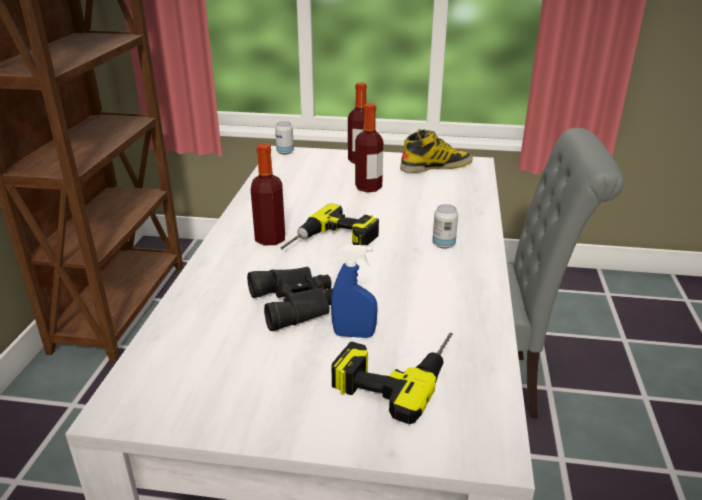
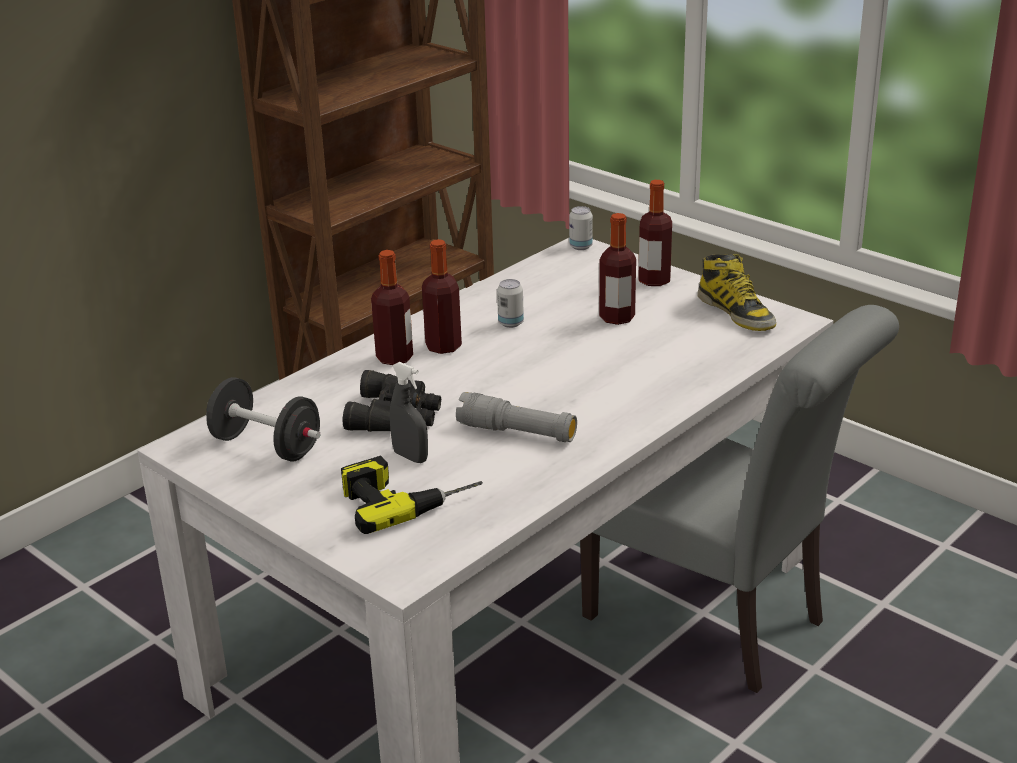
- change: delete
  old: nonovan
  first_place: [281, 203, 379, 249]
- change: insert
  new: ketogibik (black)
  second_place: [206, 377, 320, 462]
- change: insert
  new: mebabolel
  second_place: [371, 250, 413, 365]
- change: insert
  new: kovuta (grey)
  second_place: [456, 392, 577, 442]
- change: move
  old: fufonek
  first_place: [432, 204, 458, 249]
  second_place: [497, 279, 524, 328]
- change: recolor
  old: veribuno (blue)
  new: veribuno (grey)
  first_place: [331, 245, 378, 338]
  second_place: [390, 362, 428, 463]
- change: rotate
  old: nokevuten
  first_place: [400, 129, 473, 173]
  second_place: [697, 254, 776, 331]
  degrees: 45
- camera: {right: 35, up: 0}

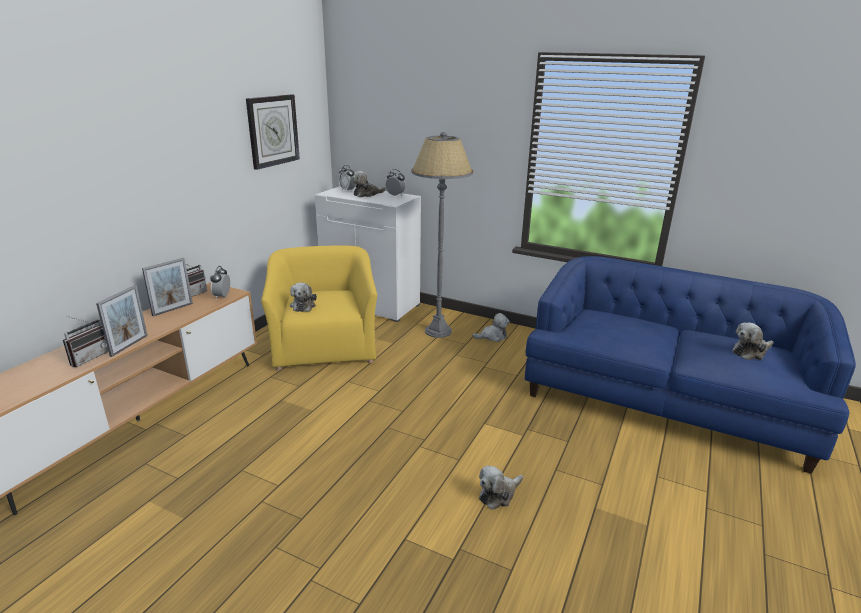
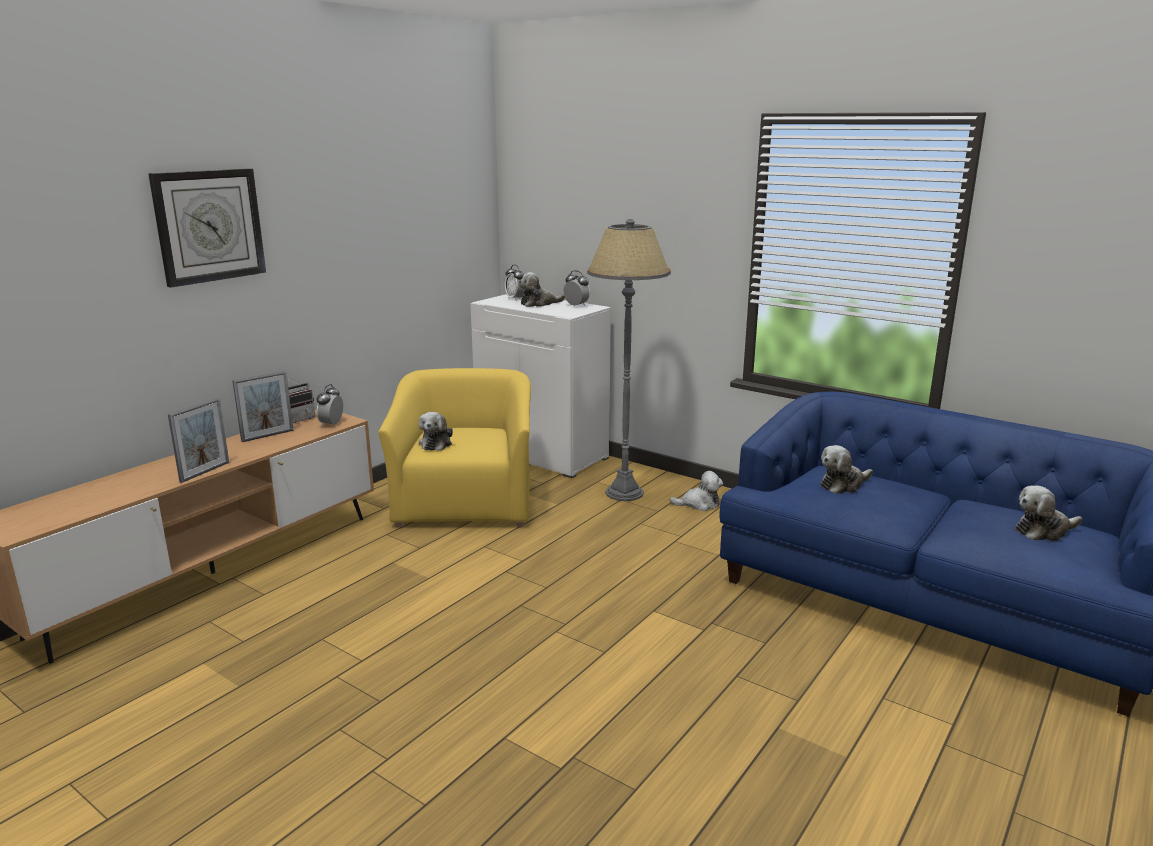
- change: delete
  old: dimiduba
  first_place: [63, 316, 109, 367]
- change: move
  old: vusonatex
  first_place: [246, 94, 300, 170]
  second_place: [148, 169, 266, 288]
- change: move
  old: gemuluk
  first_place: [479, 465, 523, 510]
  second_place: [820, 445, 873, 494]
- camera: {right: 10, up: -5}

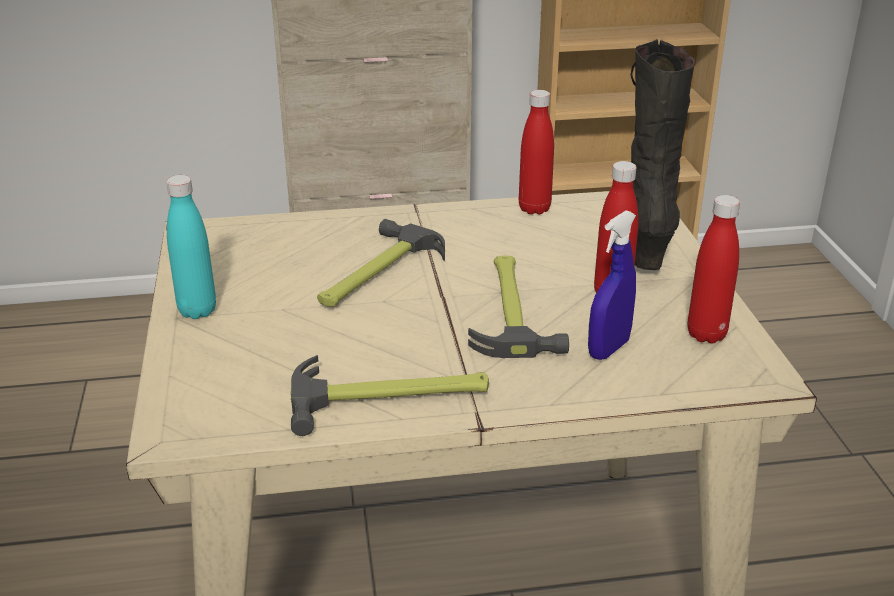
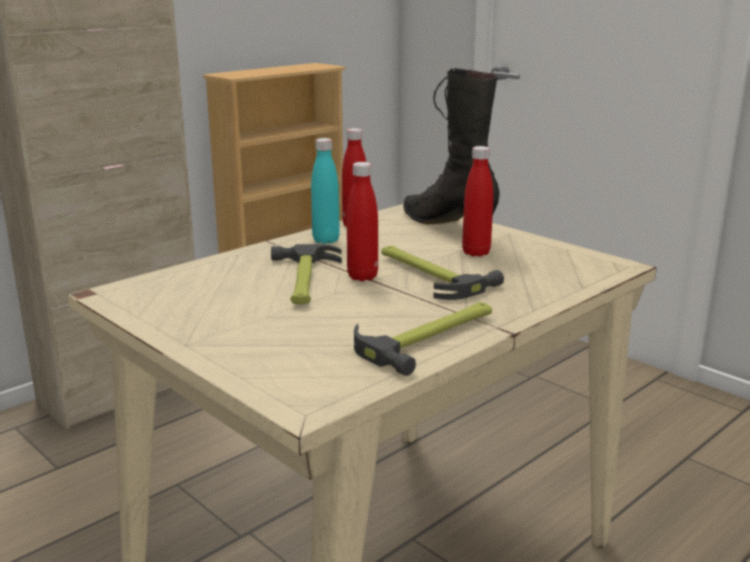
- change: delete
  old: veribuno (blue)
  first_place: [588, 210, 636, 360]
- change: move
  old: mebabolel (turquoise)
  first_place: [166, 175, 216, 319]
  second_place: [311, 138, 340, 244]
- change: move
  old: mebabolel (red)
  first_place: [687, 195, 740, 344]
  second_place: [347, 162, 378, 281]
- camera: {right: -35, up: -10}

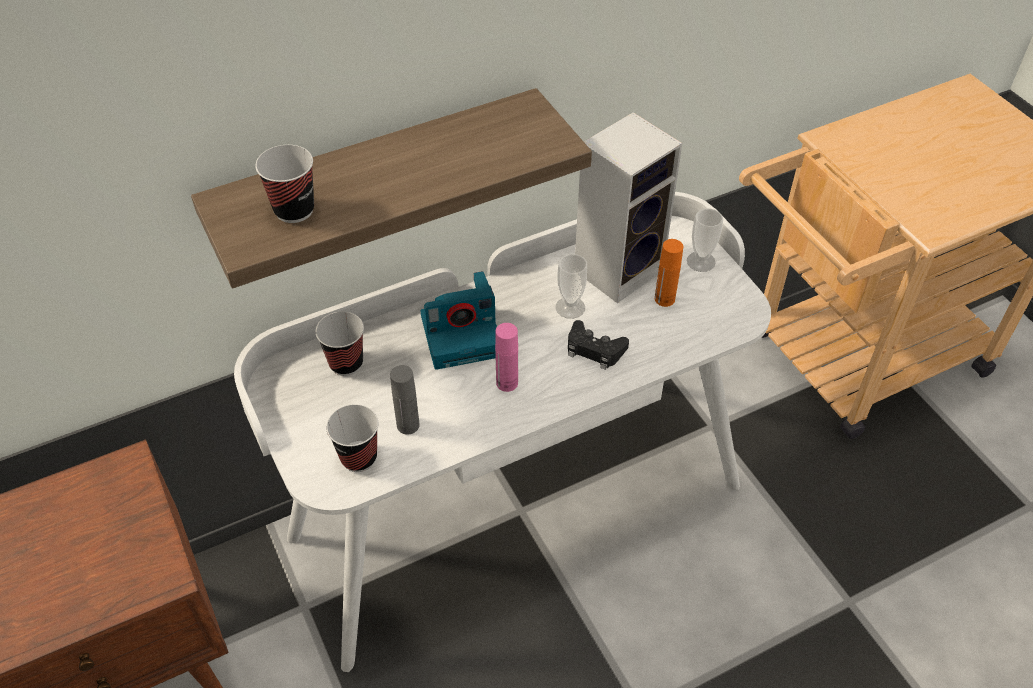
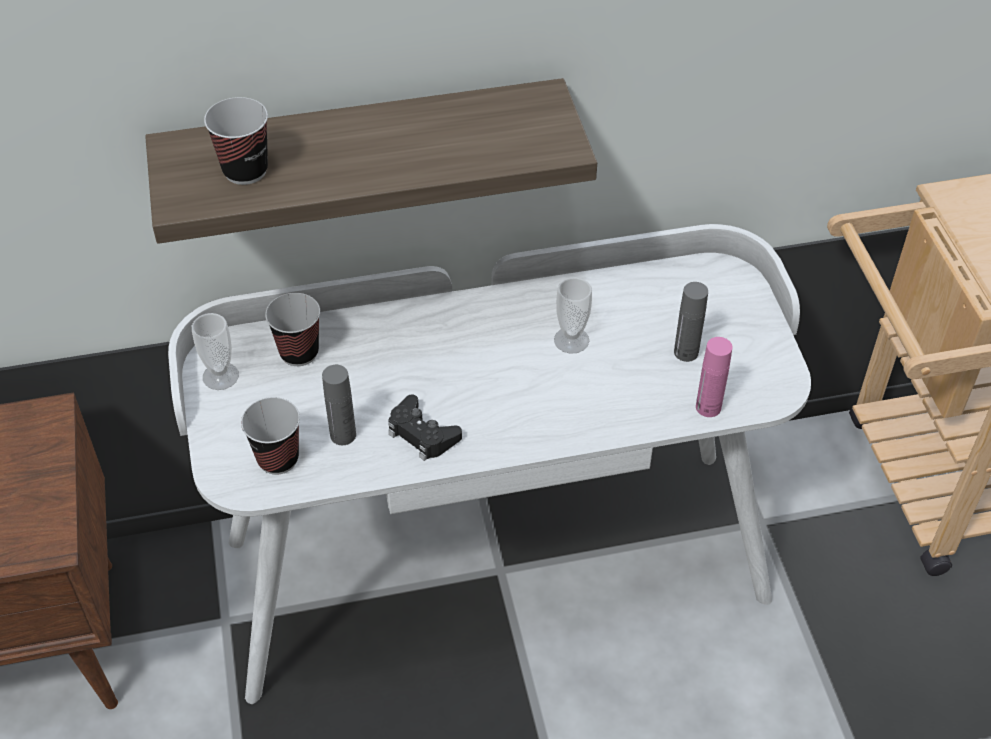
- change: delete
  old: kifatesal
  first_place: [421, 271, 497, 370]
- change: delete
  old: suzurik
  first_place: [575, 112, 682, 304]
- change: move
  old: mebabolel (pink)
  first_place: [495, 323, 518, 392]
  second_place: [696, 337, 733, 417]
- change: move
  old: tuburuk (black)
  first_place: [568, 320, 629, 370]
  second_place: [388, 394, 462, 461]
- change: move
  old: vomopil
  first_place: [687, 209, 723, 272]
  second_place: [192, 313, 239, 390]
- change: recolor
  old: mebabolel (orange)
  new: mebabolel (grey)
  first_place: [655, 239, 683, 307]
  second_place: [674, 282, 708, 362]
- camera: {right: 15, up: 0}

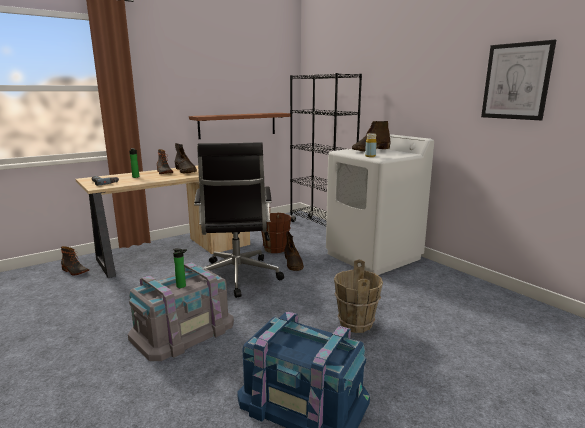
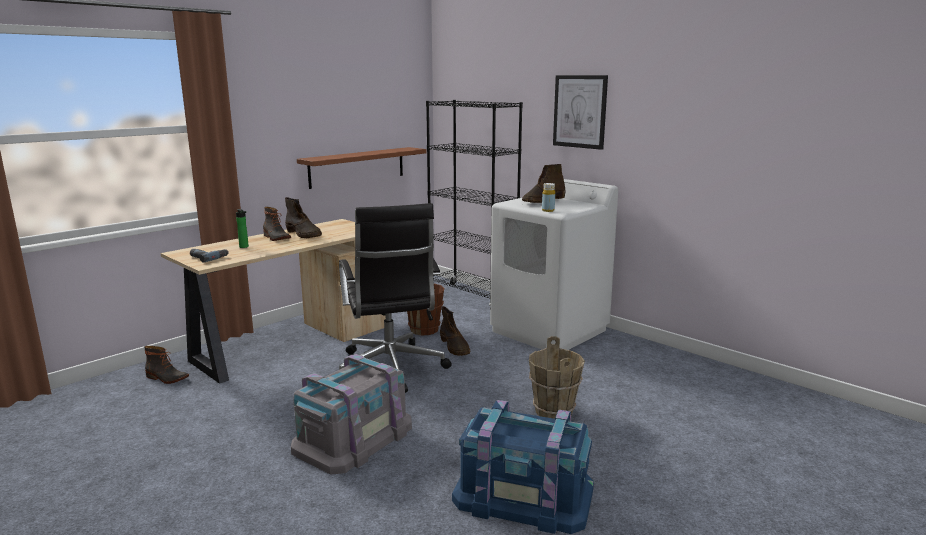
- change: delete
  old: mebabolel
  first_place: [173, 248, 187, 288]
- change: move
  old: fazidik
  first_place: [481, 40, 556, 120]
  second_place: [553, 75, 608, 150]
- camera: {right: -10, up: 0}

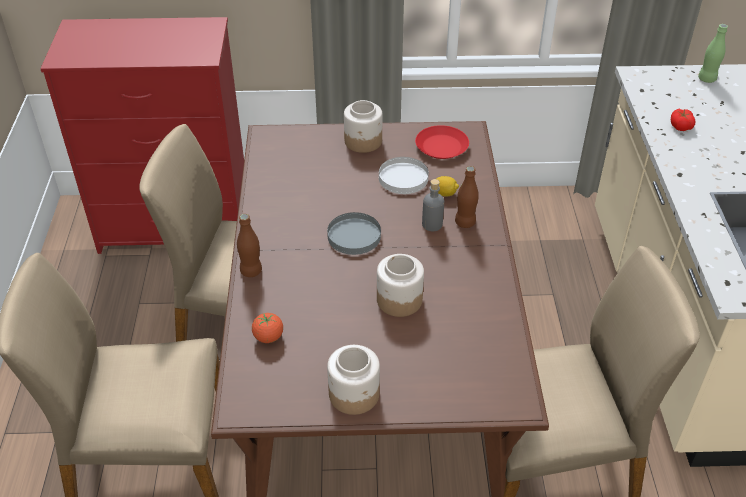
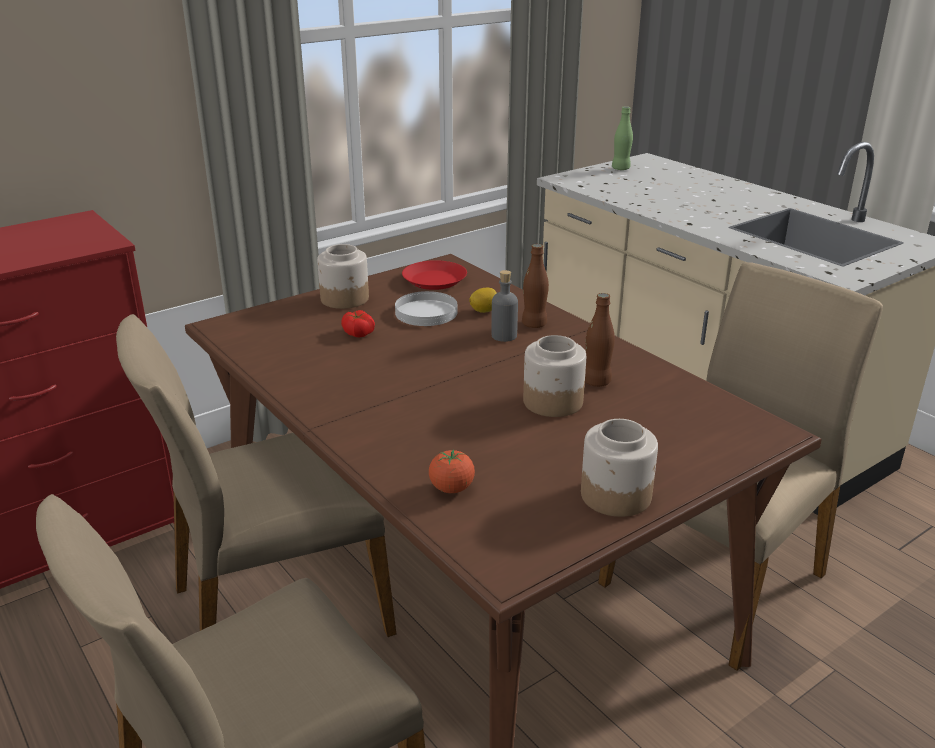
- change: delete
  old: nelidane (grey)
  first_place: [327, 212, 381, 255]
- change: move
  old: mebabolel (brown)
  first_place: [237, 214, 262, 277]
  second_place: [585, 293, 615, 387]
- change: move
  old: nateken
  first_place: [671, 109, 695, 131]
  second_place: [341, 310, 375, 337]
- camera: {right: -35, up: -15}

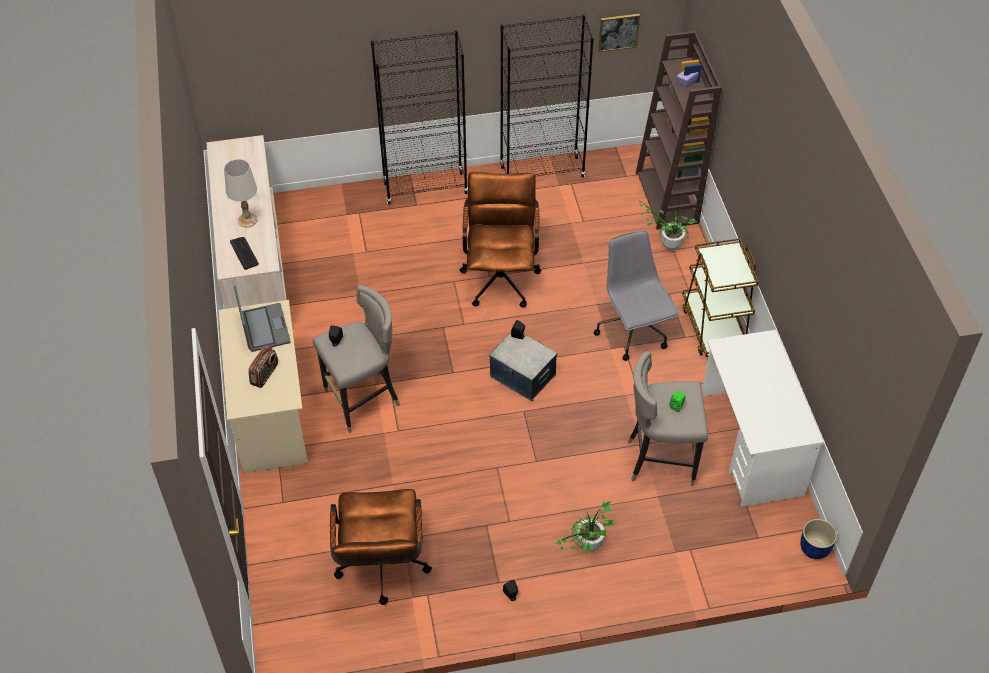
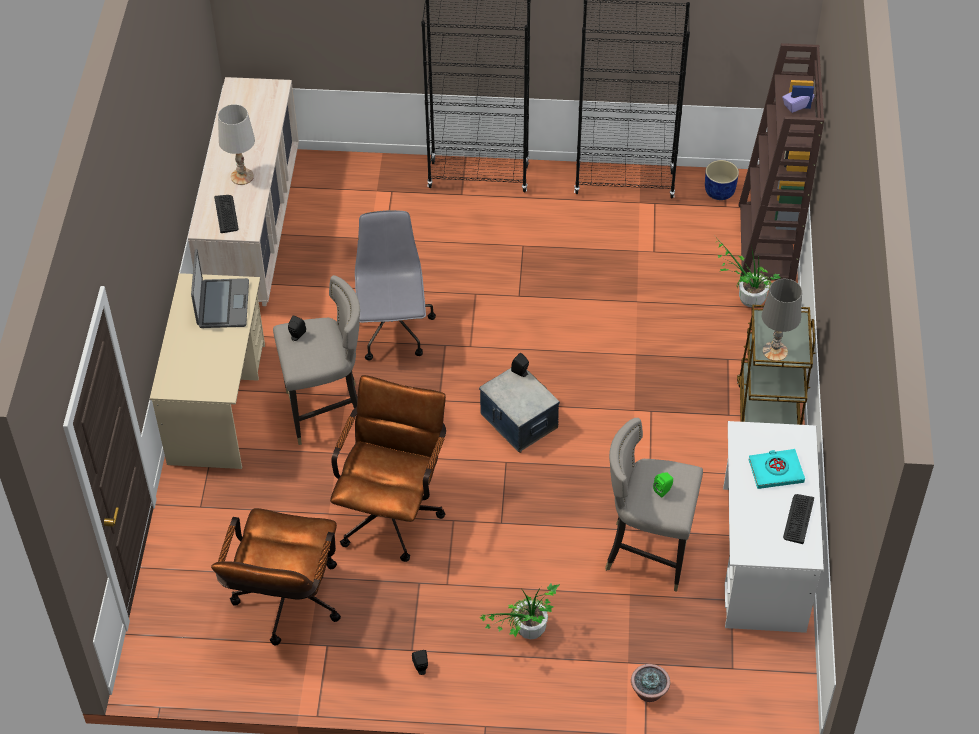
- change: delete
  old: dimiduba
  first_place: [248, 346, 278, 388]
- change: delete
  old: fazidik
  first_place: [598, 14, 640, 52]
- change: insert
  new: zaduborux
  second_place: [631, 664, 670, 702]
- change: insert
  new: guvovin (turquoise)
  second_place: [748, 449, 805, 489]
- change: insert
  new: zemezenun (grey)
  second_place: [762, 279, 802, 361]
- change: insert
  new: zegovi
  second_place: [783, 494, 814, 544]
- change: move
  old: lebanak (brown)
  first_place: [460, 172, 541, 307]
  second_place: [330, 375, 446, 562]
- change: move
  old: lebanak (grey)
  first_place: [594, 231, 679, 361]
  second_place: [355, 210, 436, 360]
- change: move
  old: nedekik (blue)
  first_place: [800, 519, 837, 559]
  second_place: [705, 160, 739, 200]
- camera: {right: 15, up: 0}

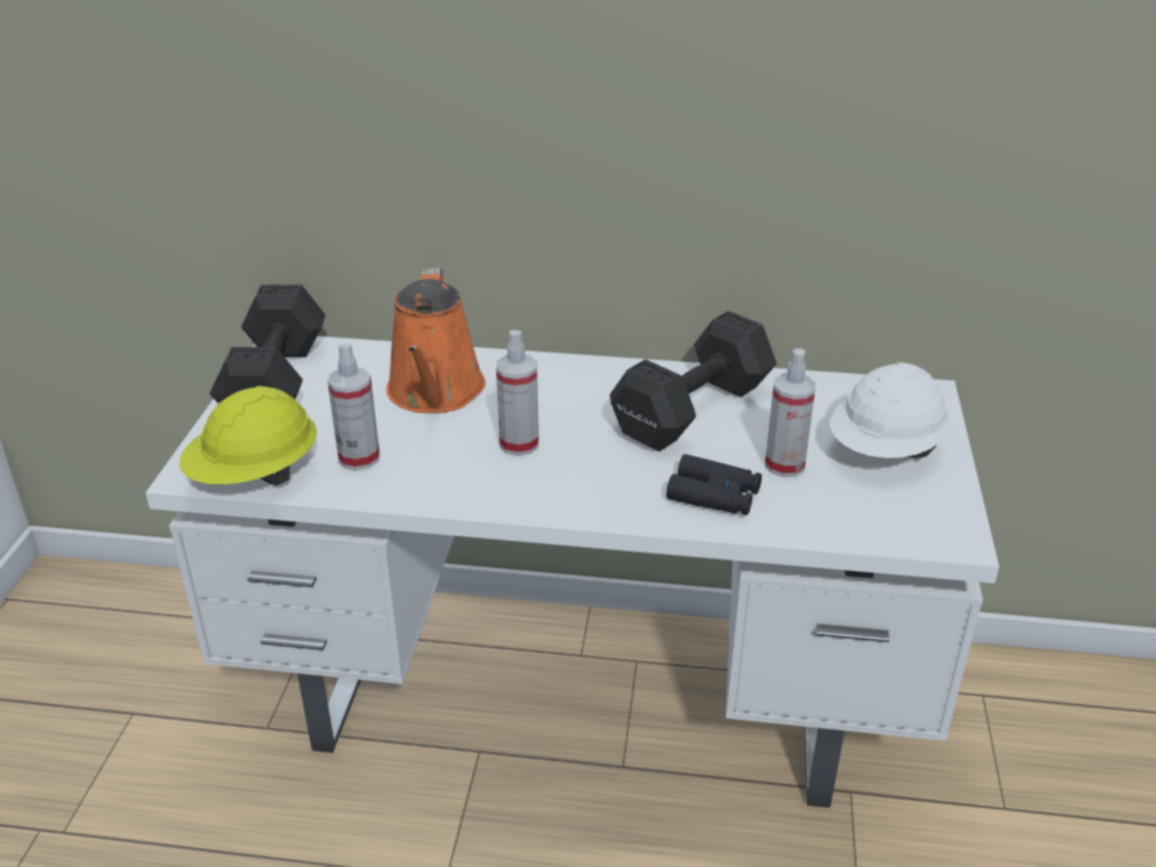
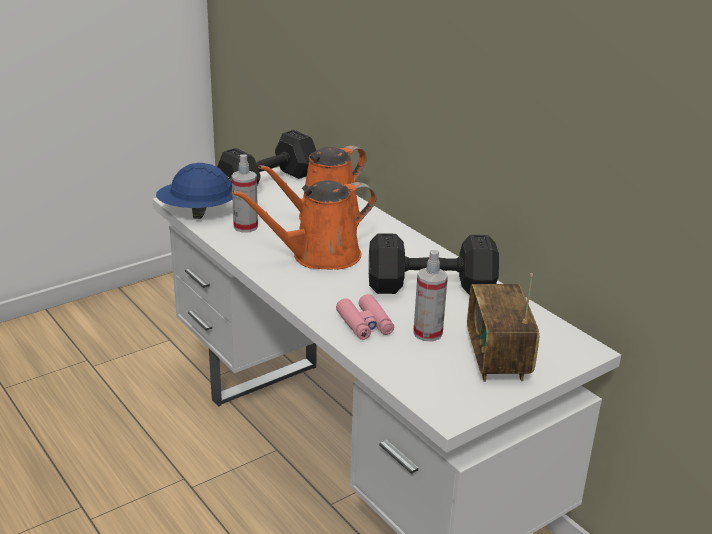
- change: replace
  old: veribuno
  new: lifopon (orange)
  first_place: [496, 330, 539, 456]
  second_place: [232, 180, 376, 270]
- change: replace
  old: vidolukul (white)
  new: dimiduba
  first_place: [830, 363, 950, 458]
  second_place: [467, 273, 539, 382]
- change: recolor
  old: vidolukul (yellow)
  new: vidolukul (blue)
  first_place: [180, 386, 317, 485]
  second_place: [156, 163, 232, 219]
- change: recolor
  old: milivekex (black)
  new: milivekex (pink)
  first_place: [666, 454, 762, 515]
  second_place: [336, 294, 394, 340]
- camera: {right: 45, up: -5}

